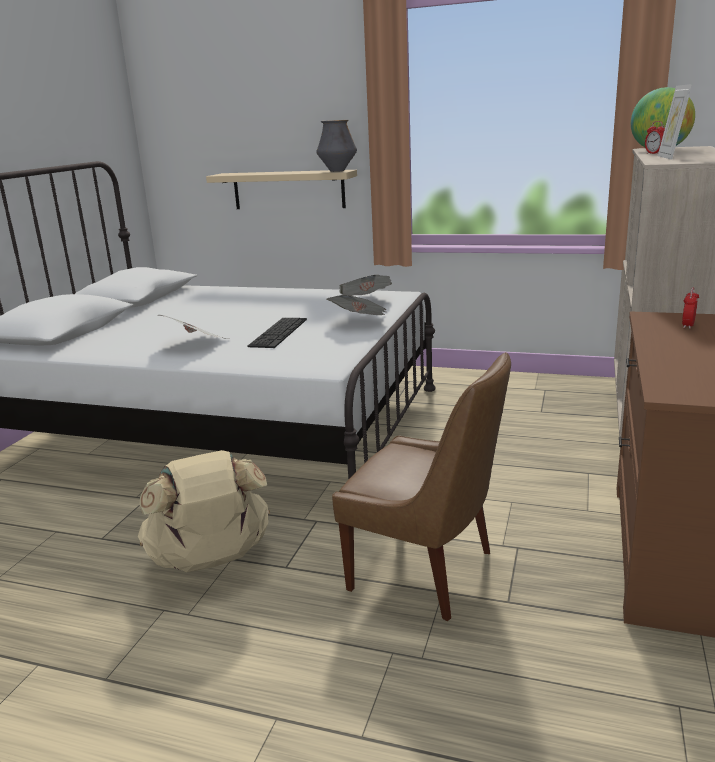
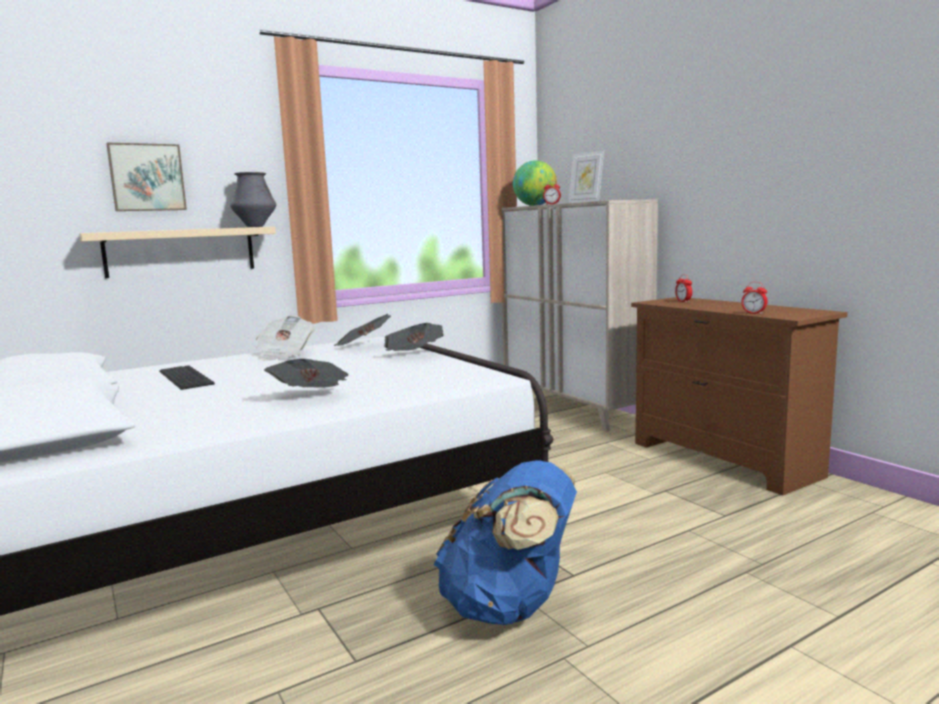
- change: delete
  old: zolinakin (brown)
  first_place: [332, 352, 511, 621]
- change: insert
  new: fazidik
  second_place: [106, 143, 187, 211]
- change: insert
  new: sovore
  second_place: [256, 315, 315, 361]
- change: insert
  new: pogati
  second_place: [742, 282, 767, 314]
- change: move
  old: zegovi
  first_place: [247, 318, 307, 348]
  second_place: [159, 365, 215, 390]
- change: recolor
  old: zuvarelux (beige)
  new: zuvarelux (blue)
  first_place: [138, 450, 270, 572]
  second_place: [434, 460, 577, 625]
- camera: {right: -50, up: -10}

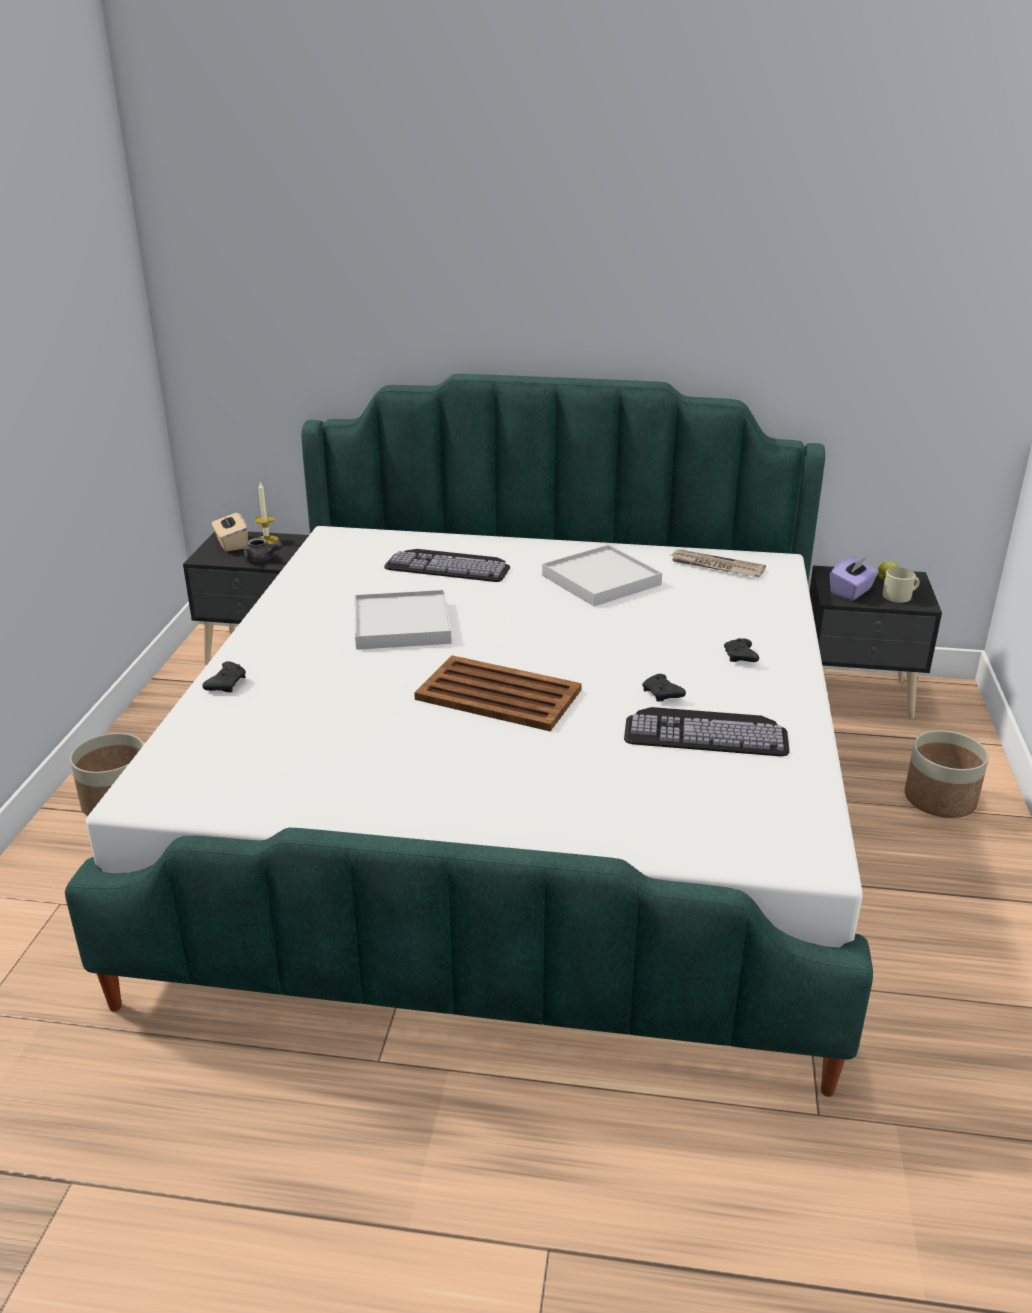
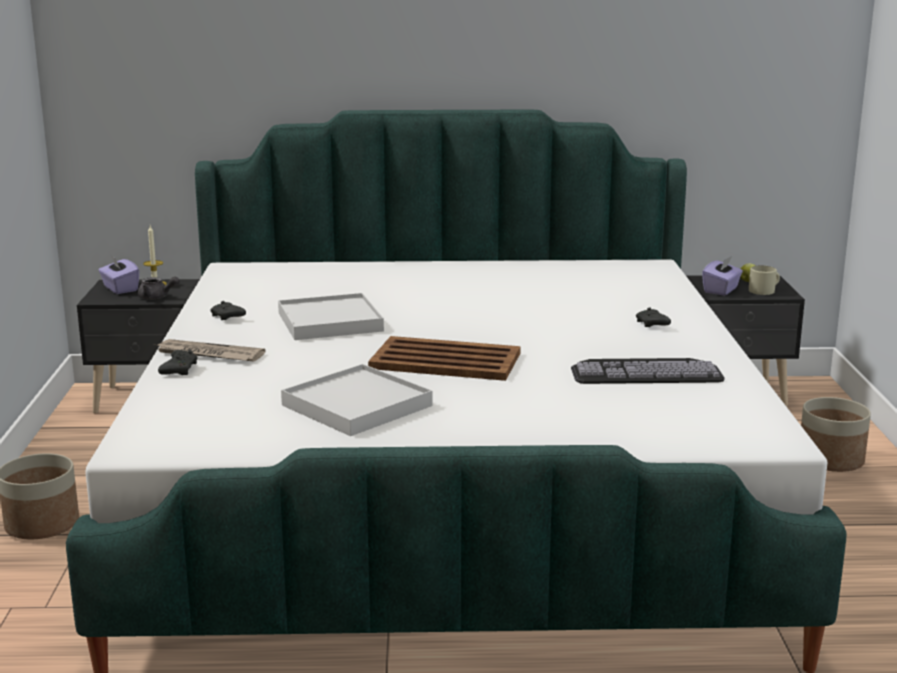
- change: delete
  old: zegovi
  first_place: [384, 549, 510, 582]
- change: move
  old: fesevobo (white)
  first_place: [542, 545, 662, 606]
  second_place: [281, 364, 433, 436]
- change: move
  old: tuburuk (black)
  first_place: [642, 674, 686, 702]
  second_place: [210, 301, 246, 320]
- change: move
  old: sovore
  first_place: [671, 549, 766, 577]
  second_place: [154, 339, 265, 362]
- change: recolor
  old: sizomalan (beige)
  new: sizomalan (purple)
  first_place: [212, 511, 248, 552]
  second_place: [98, 256, 139, 294]
- camera: {right: -10, up: -10}

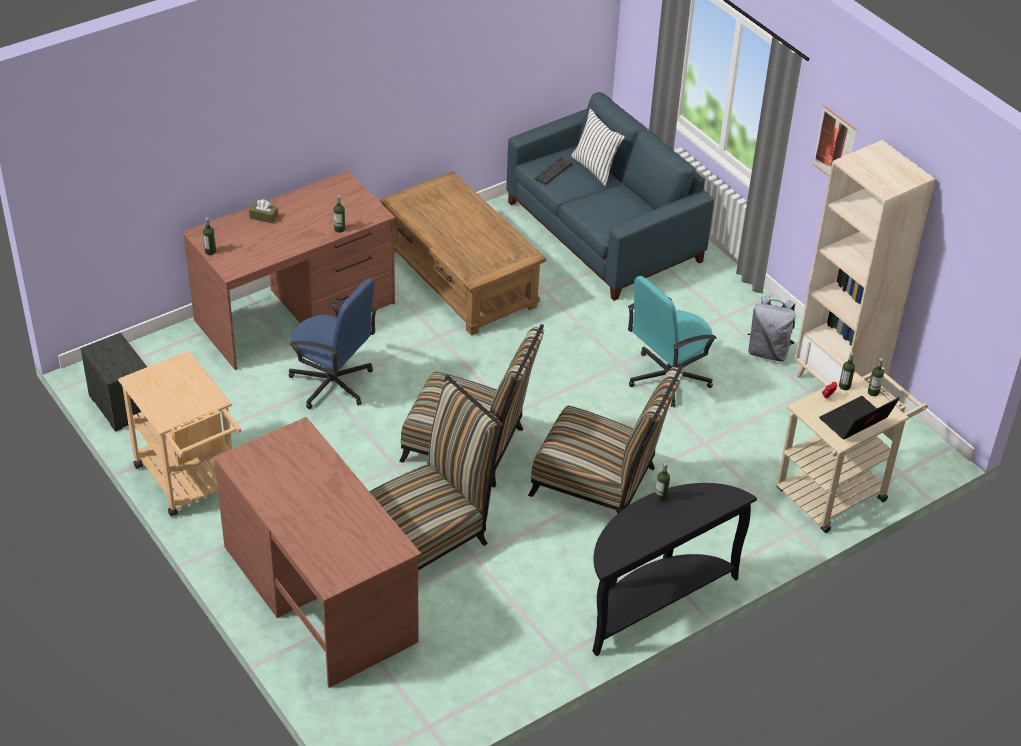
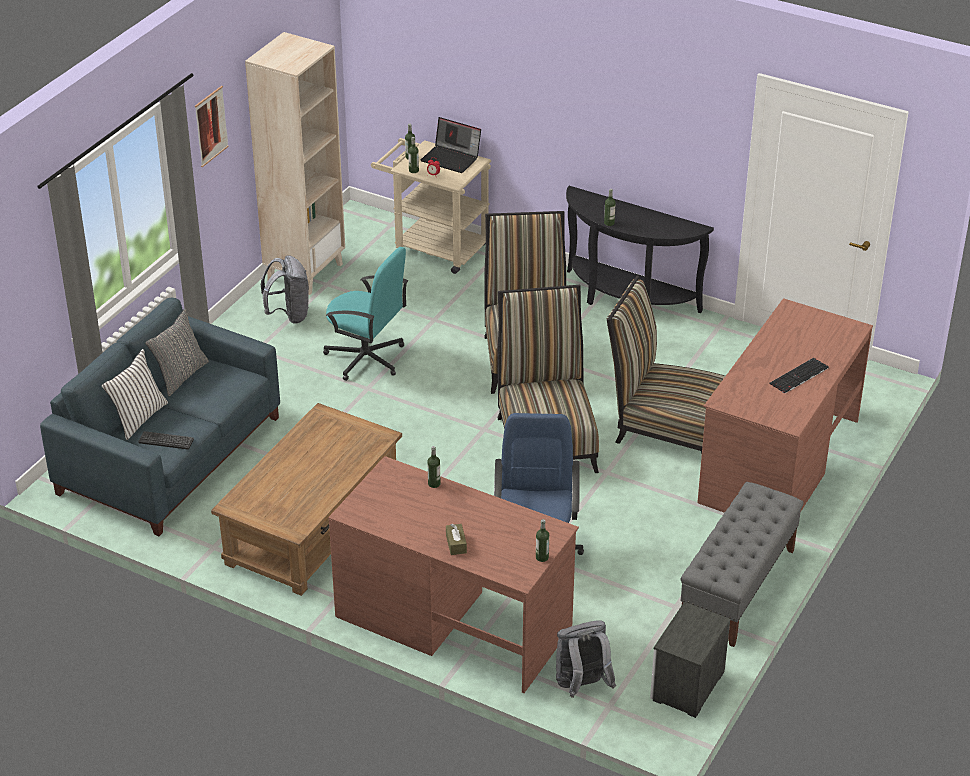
- change: insert
  new: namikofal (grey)
  second_place: [145, 308, 209, 396]
- change: insert
  new: zuvarelux (grey)
  second_place: [556, 620, 616, 698]
- change: insert
  new: zegovi
  second_place: [769, 358, 829, 394]
- change: replace
  old: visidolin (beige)
  new: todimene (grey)
  first_place: [118, 351, 241, 516]
  second_place: [680, 482, 804, 647]
- camera: {right: -115, up: -5}

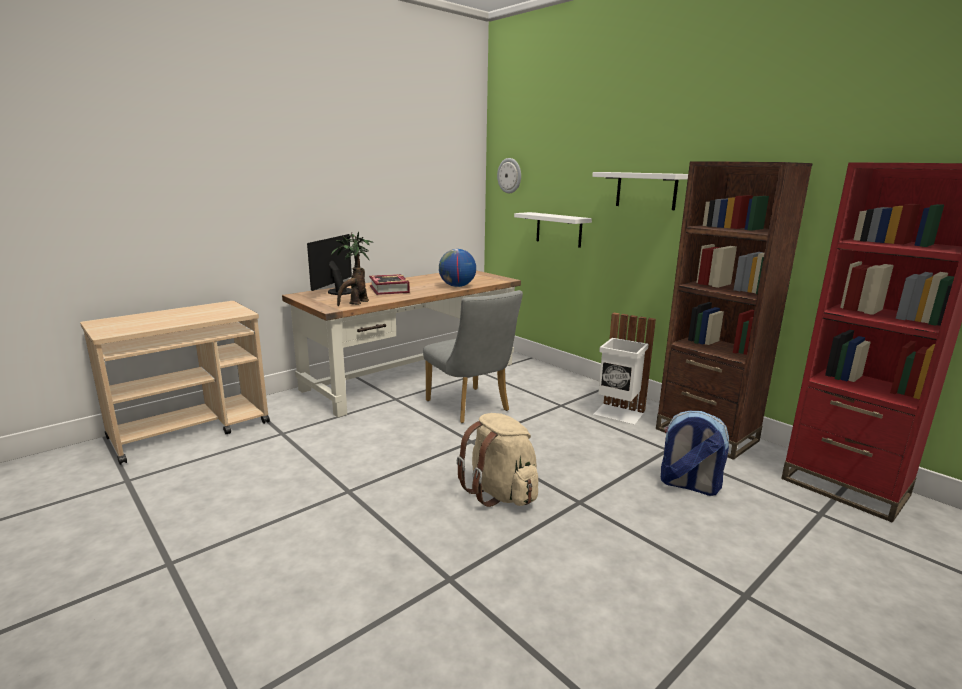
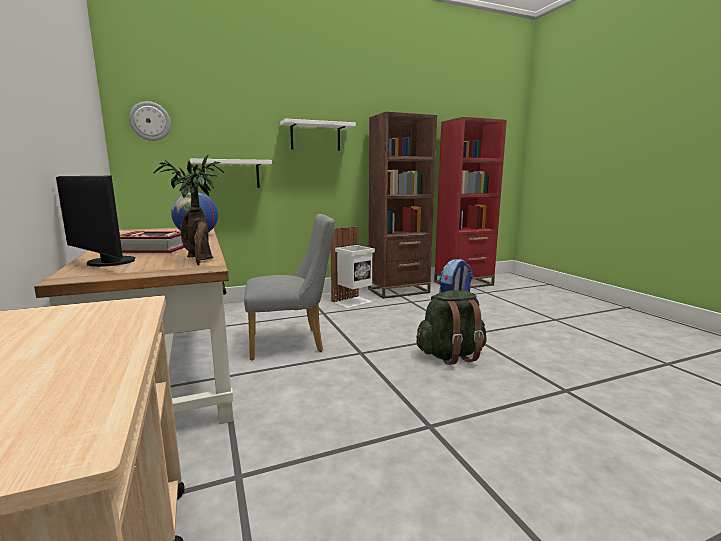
- change: recolor
  old: zuvarelux (beige)
  new: zuvarelux (green)
  first_place: [457, 413, 538, 507]
  second_place: [416, 290, 487, 365]
- camera: {right: -70, up: -5}

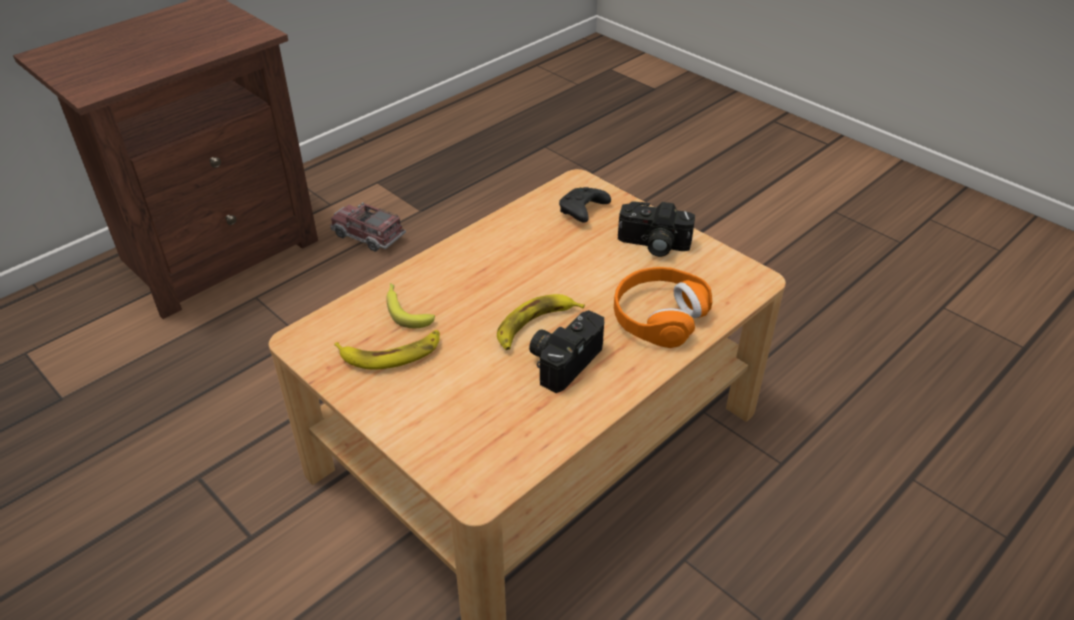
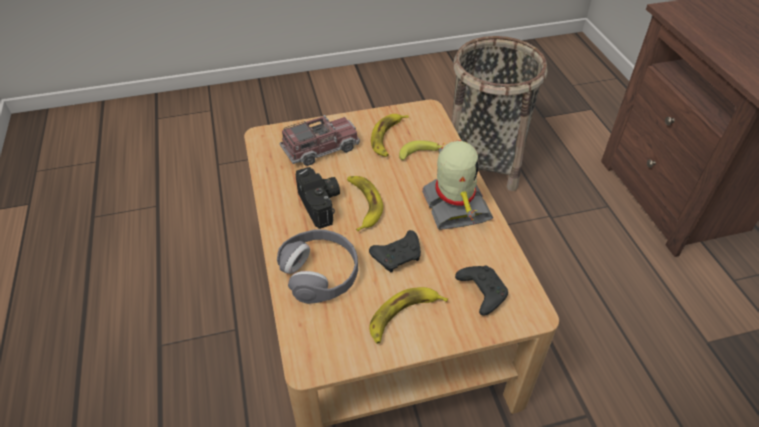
- change: insert
  new: tuburuk (black)
  second_place: [369, 230, 421, 272]
- change: insert
  new: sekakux
  second_place: [422, 140, 493, 230]
- change: insert
  new: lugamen
  second_place: [451, 36, 548, 191]
- change: move
  old: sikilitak
  first_place: [330, 202, 406, 252]
  second_place: [280, 115, 360, 166]
- change: replace
  old: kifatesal
  new: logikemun
  first_place: [618, 201, 695, 257]
  second_place: [369, 287, 448, 344]
- change: recolor
  old: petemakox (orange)
  new: petemakox (grey)
  first_place: [614, 267, 712, 348]
  second_place: [277, 229, 358, 304]
- camera: {right: 120, up: 5}

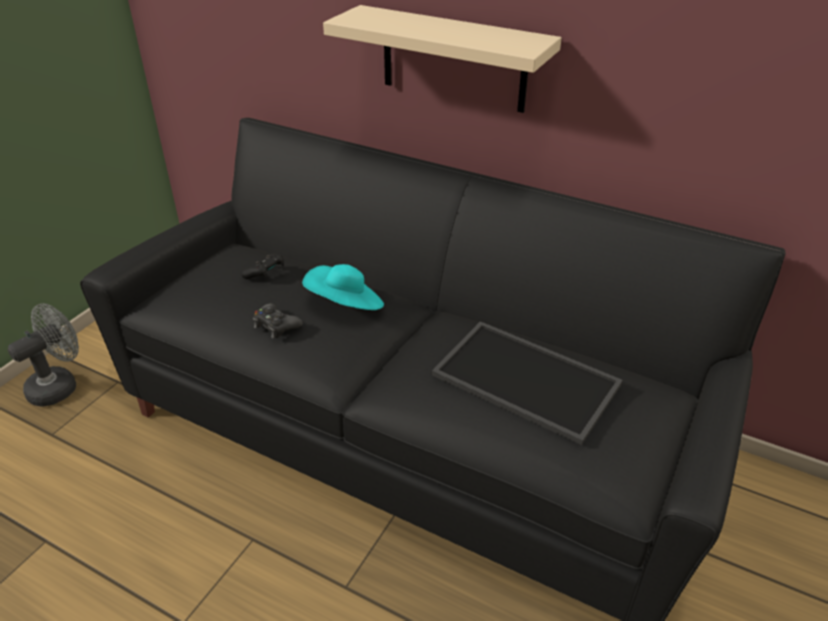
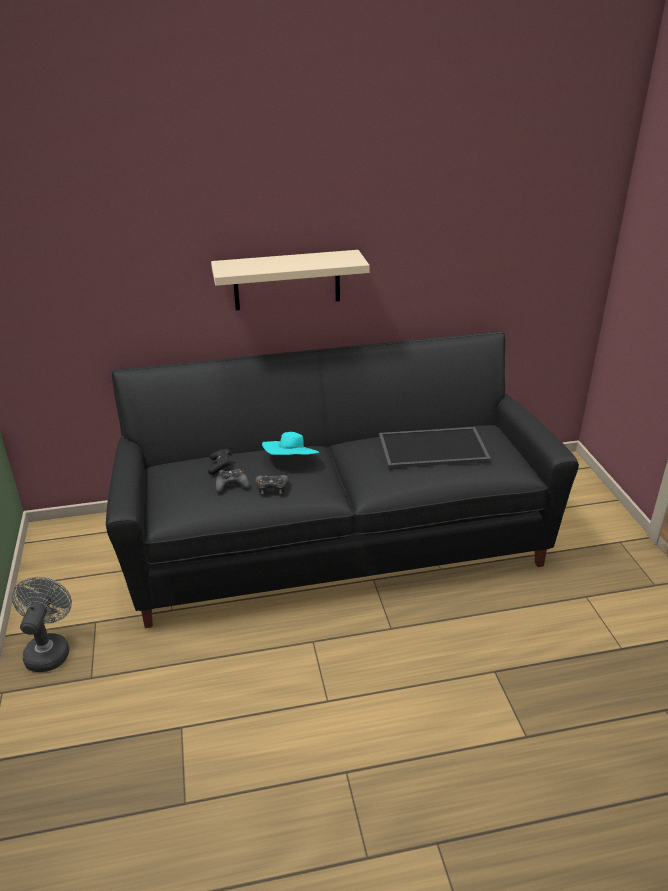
- change: insert
  new: tuburuk (black)
  second_place: [215, 469, 249, 492]
- camera: {right: -40, up: -5}

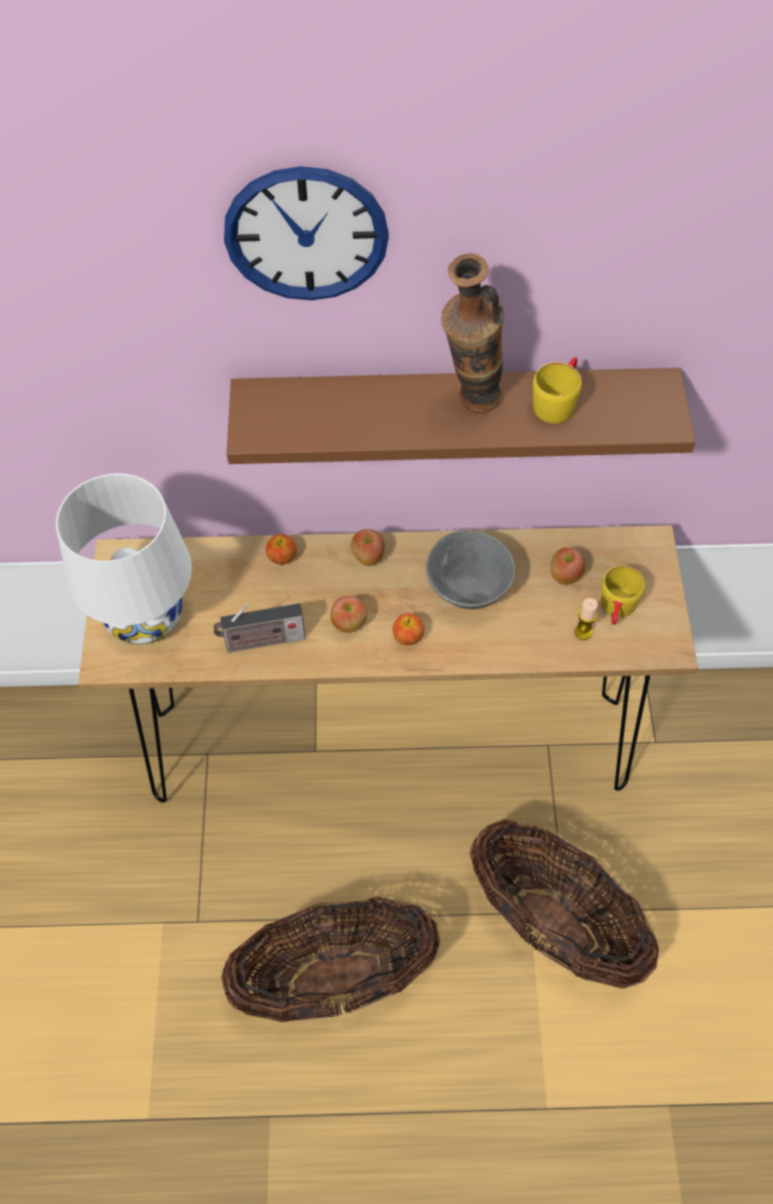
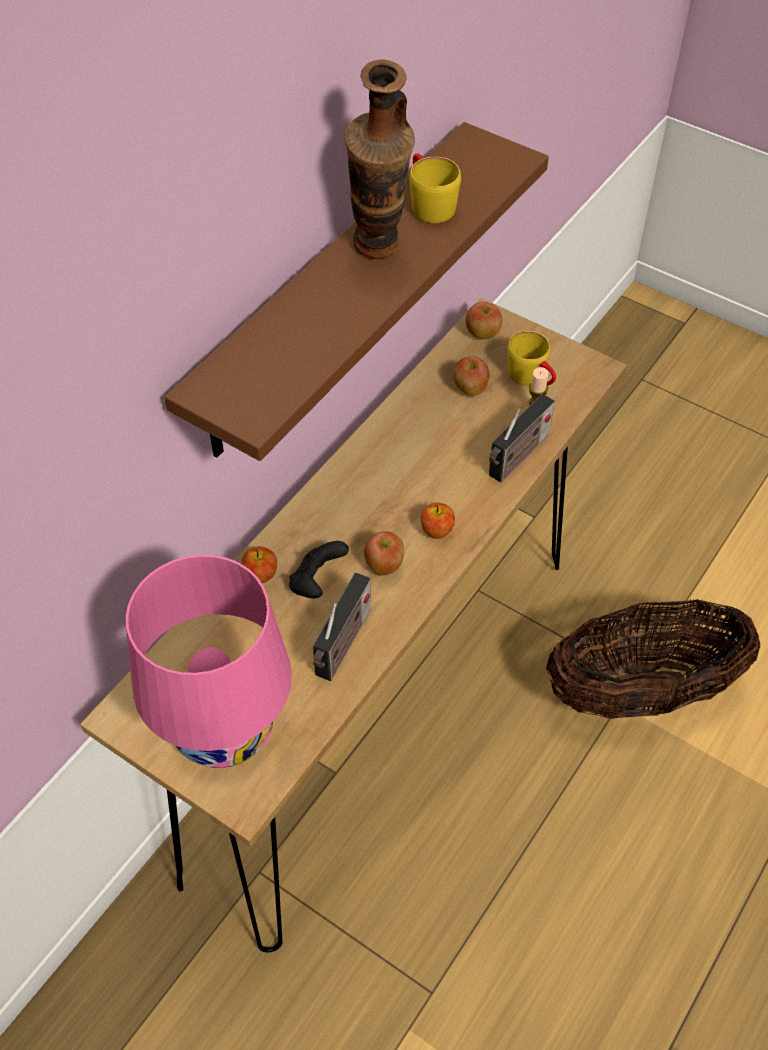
- change: delete
  old: lugamen
  first_place: [222, 896, 440, 1022]
- change: delete
  old: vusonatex
  first_place: [224, 166, 389, 300]
- change: delete
  old: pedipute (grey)
  first_place: [426, 530, 515, 609]
- change: insert
  new: tuburuk (black)
  second_place: [289, 541, 349, 598]
- change: insert
  new: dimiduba
  second_place: [489, 394, 555, 482]
- change: move
  old: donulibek
  first_place: [351, 529, 385, 566]
  second_place: [466, 302, 502, 339]
- change: recolor
  old: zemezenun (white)
  new: zemezenun (pink)
  first_place: [56, 474, 192, 645]
  second_place: [126, 555, 292, 768]
- camera: {right: -55, up: -5}

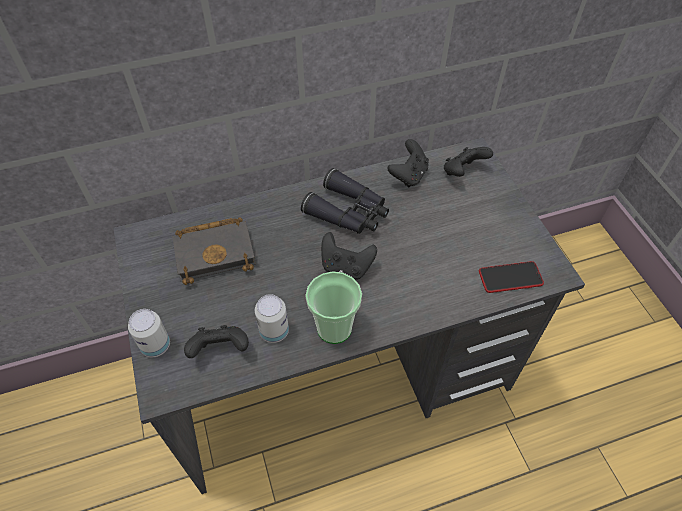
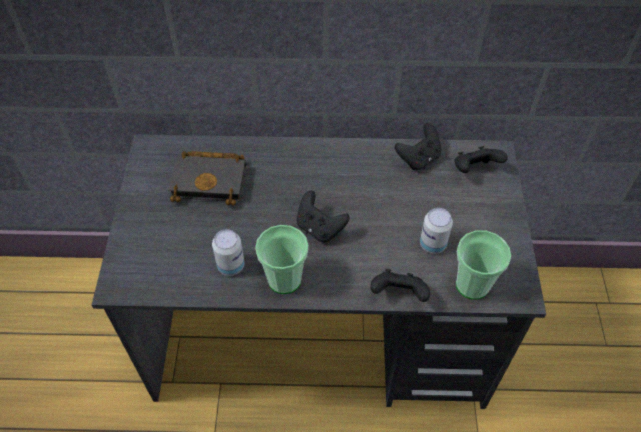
- change: delete
  old: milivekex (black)
  first_place: [301, 168, 389, 234]
- change: move
  old: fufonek
  first_place: [128, 309, 170, 357]
  second_place: [420, 208, 453, 254]
- change: move
  old: tuburuk (black)
  first_place: [184, 325, 249, 358]
  second_place: [370, 269, 430, 302]
- change: replace
  old: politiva
  new: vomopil
  first_place: [479, 261, 544, 293]
  second_place: [456, 230, 511, 300]
- camera: {right: 20, up: 0}

